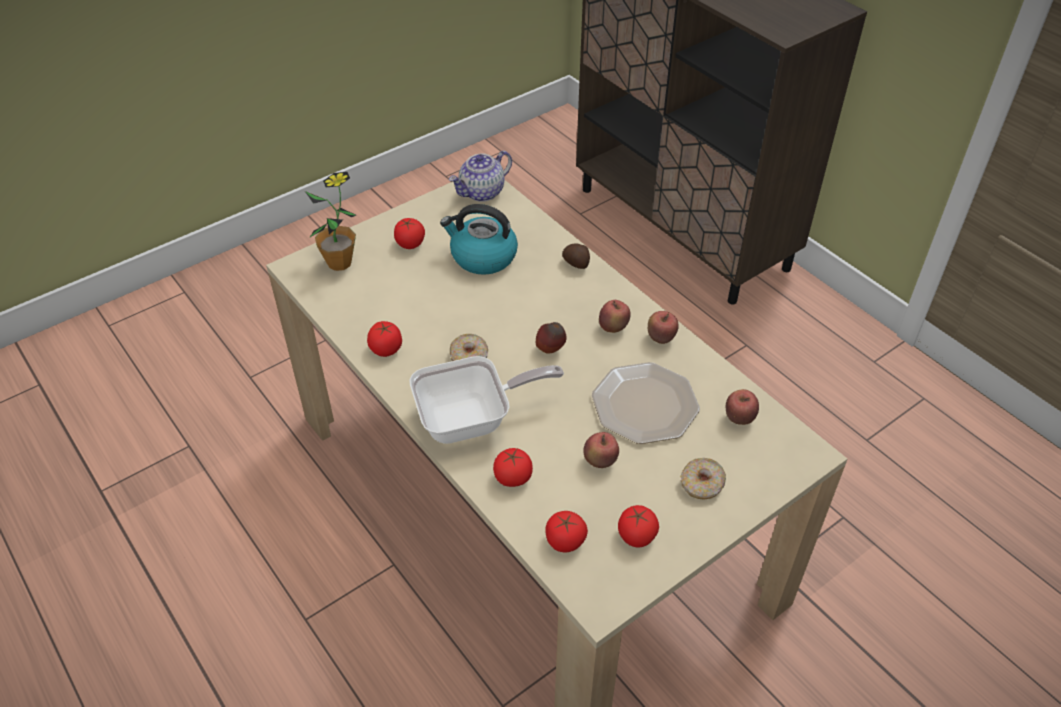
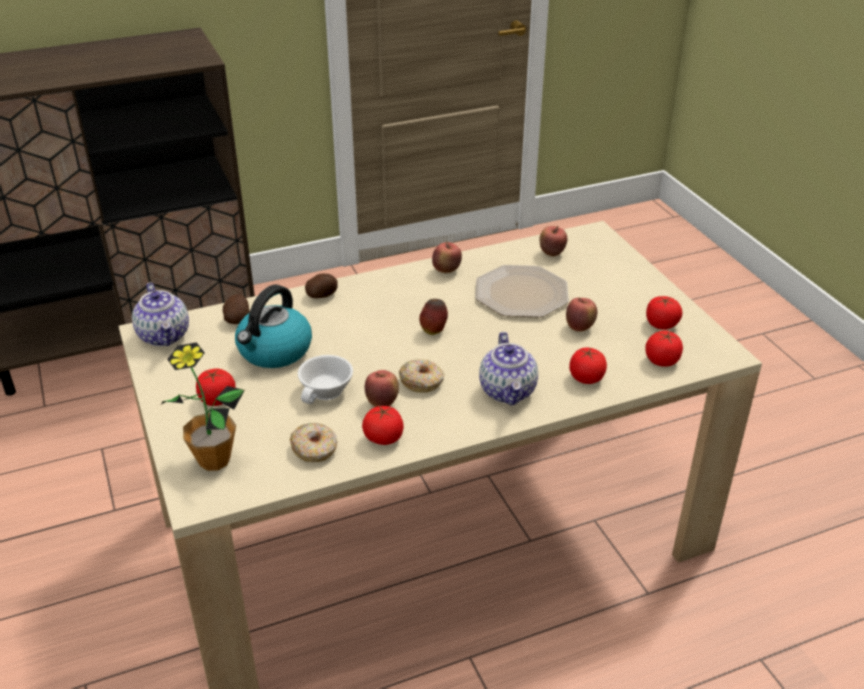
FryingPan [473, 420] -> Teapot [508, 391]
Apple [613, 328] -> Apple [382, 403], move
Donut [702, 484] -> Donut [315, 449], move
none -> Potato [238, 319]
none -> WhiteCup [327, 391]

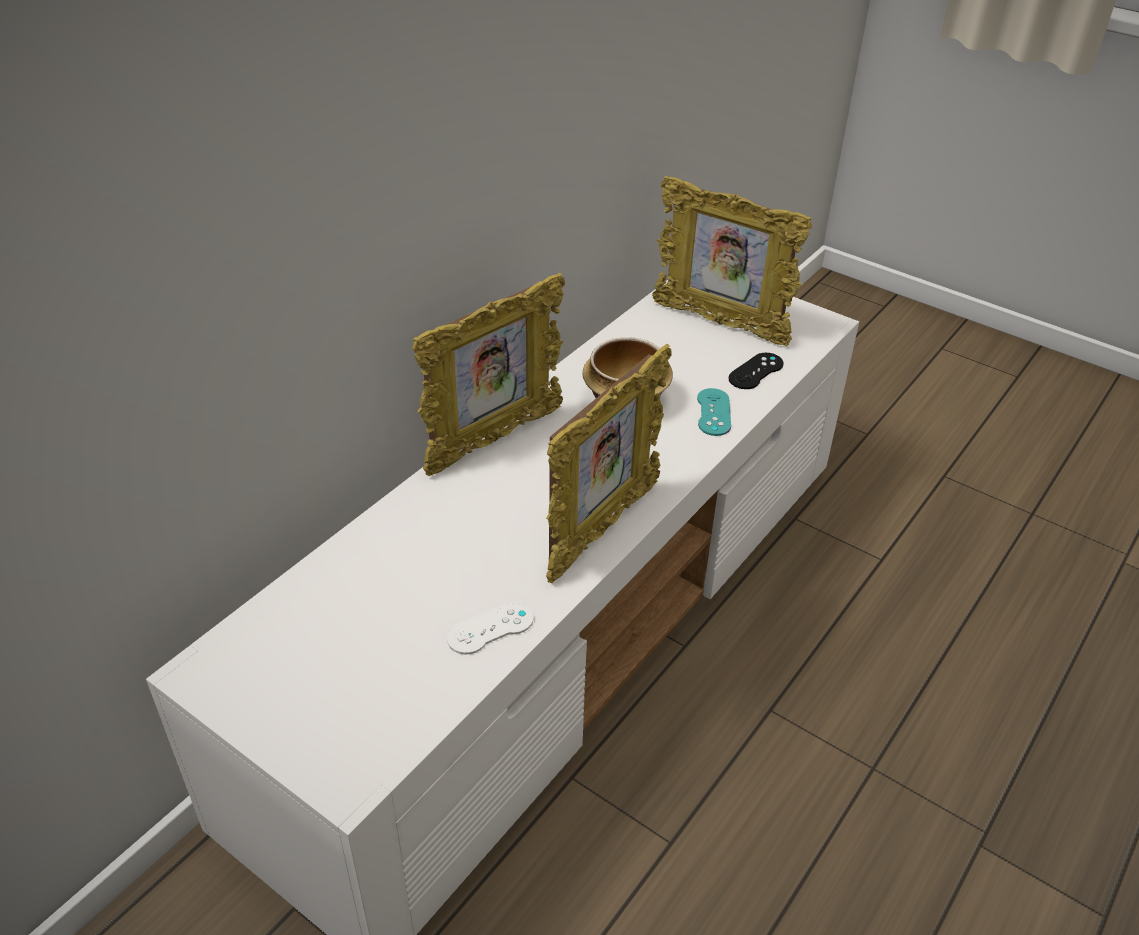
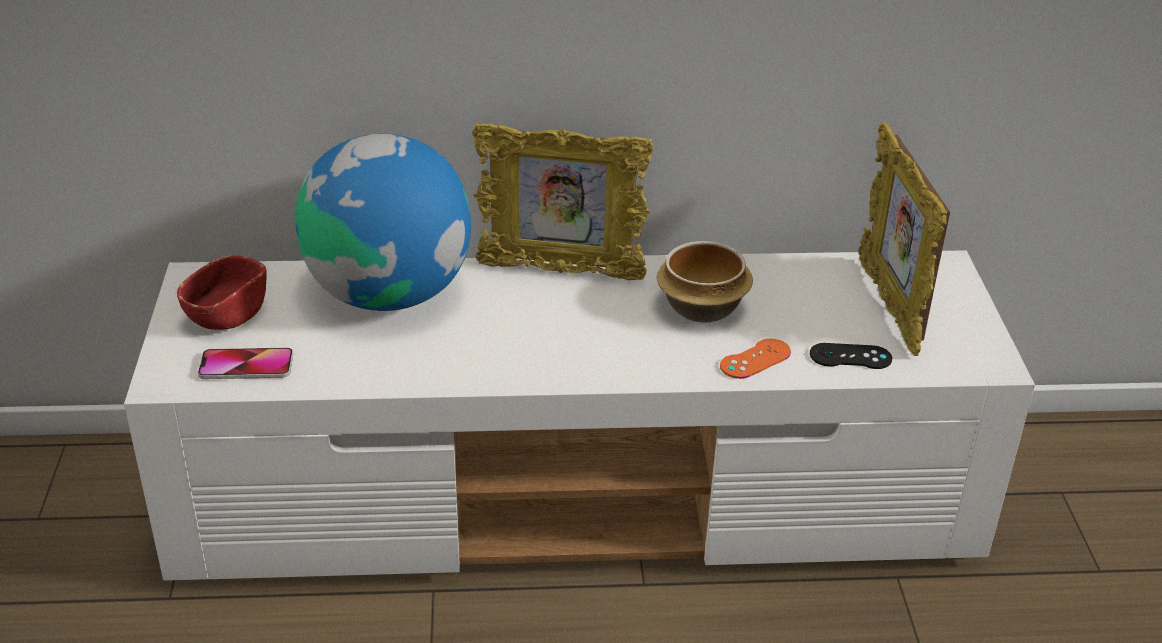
WhiteGameController [490, 628] -> none
PictureFrame [602, 530] -> none
TurquoiseGameController [713, 412] -> OrangeGameController [755, 359]
none -> RedBowl [227, 314]
none -> Phone [246, 366]
none -> Globe [388, 293]

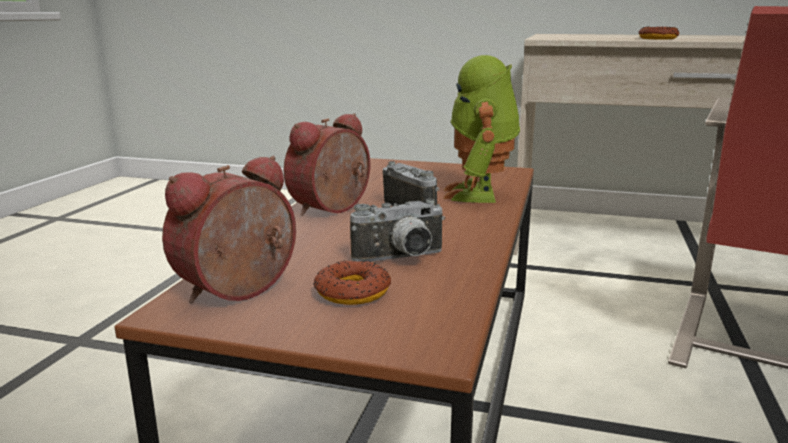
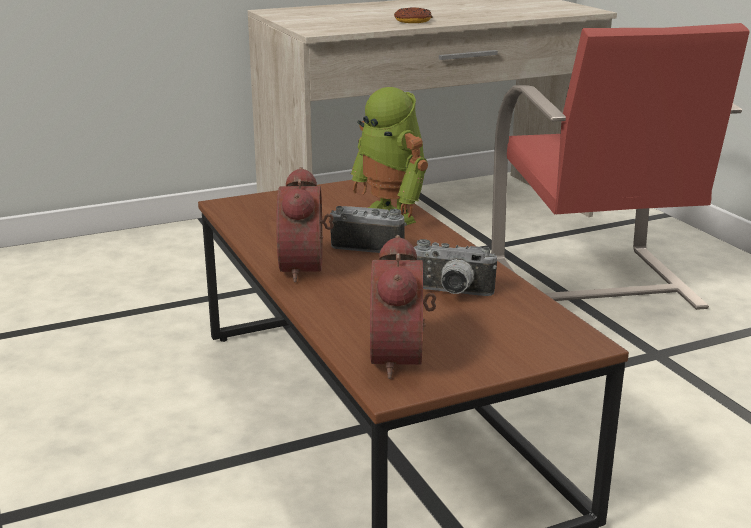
Donut [352, 292] -> none
PhotoCamera [401, 259] -> PhotoCamera [451, 293], 75 degrees clockwise

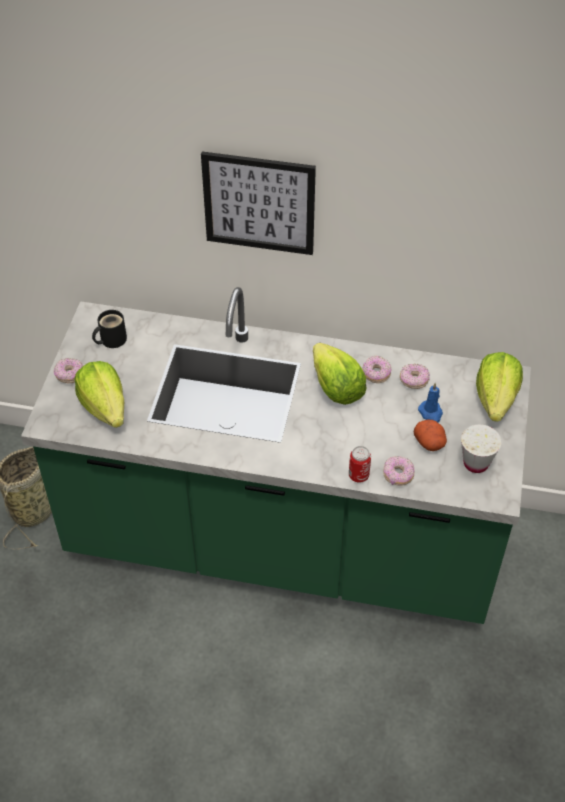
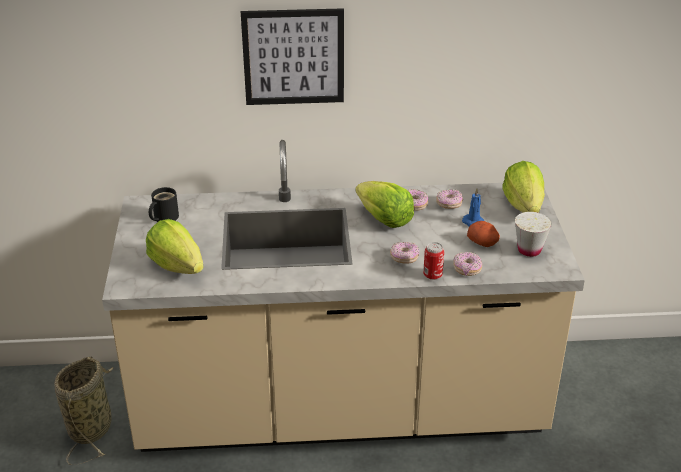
GreenCounter [282, 541] -> BeigeCounter [340, 408]
Donut [70, 375] -> Donut [404, 258], move

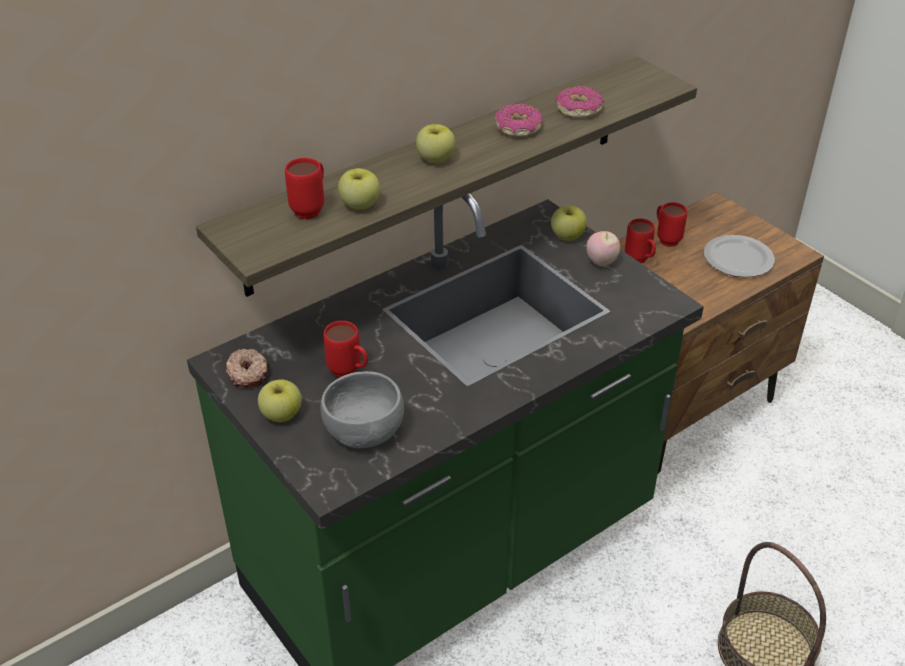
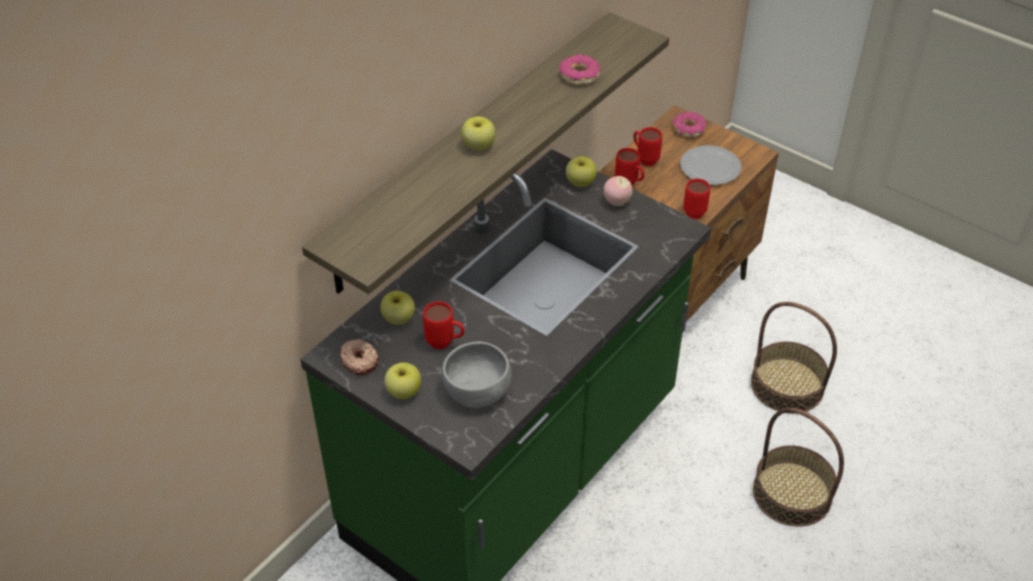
RedMug [311, 208] -> RedMug [695, 210], move
Apple [360, 205] -> Apple [398, 318], move
Donut [517, 128] -> Donut [688, 129], move
none -> Basket [787, 385]

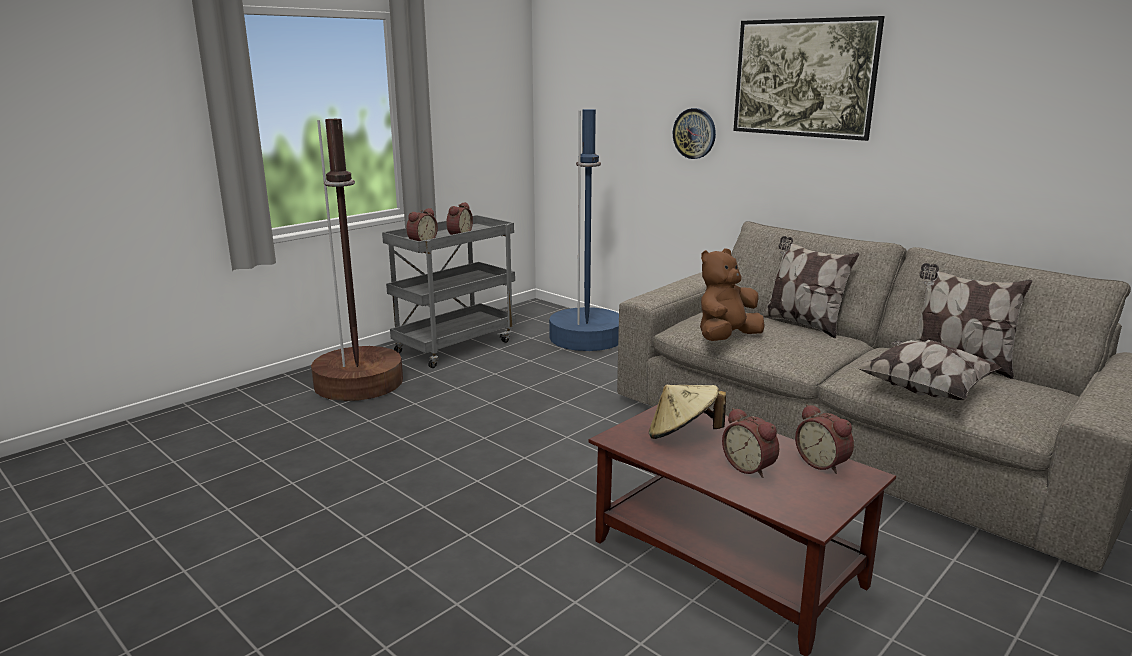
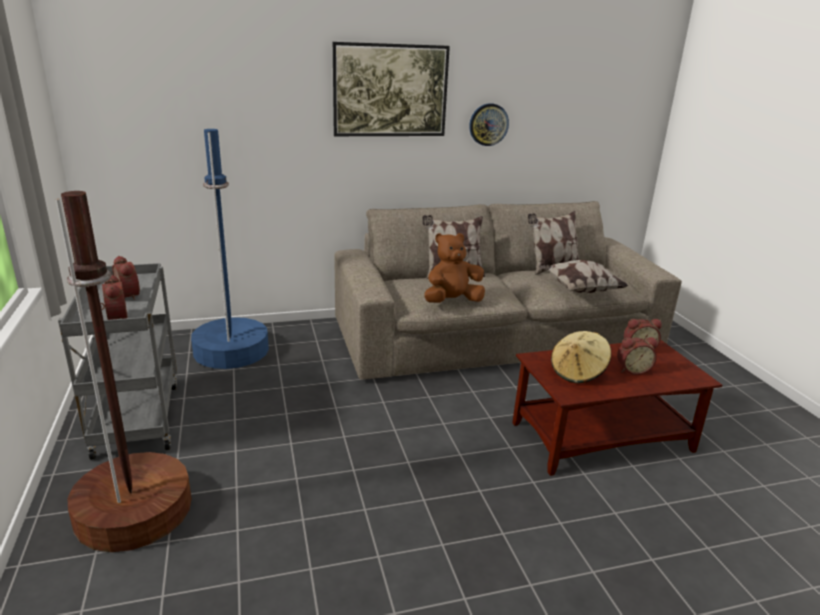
WallClock [694, 133] -> WallClock [488, 124], move
BrownPlushToy [726, 338] -> BrownPlushToy [452, 301], 75 degrees clockwise

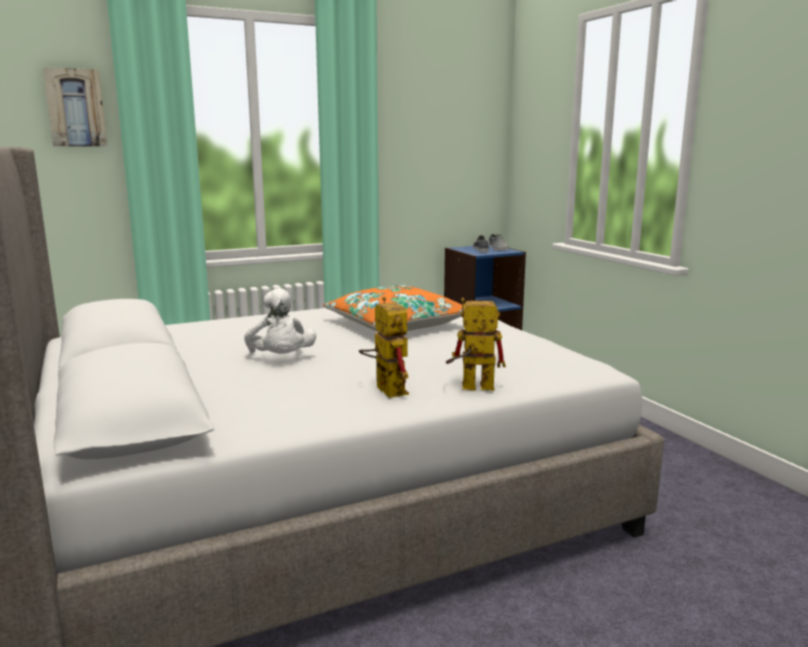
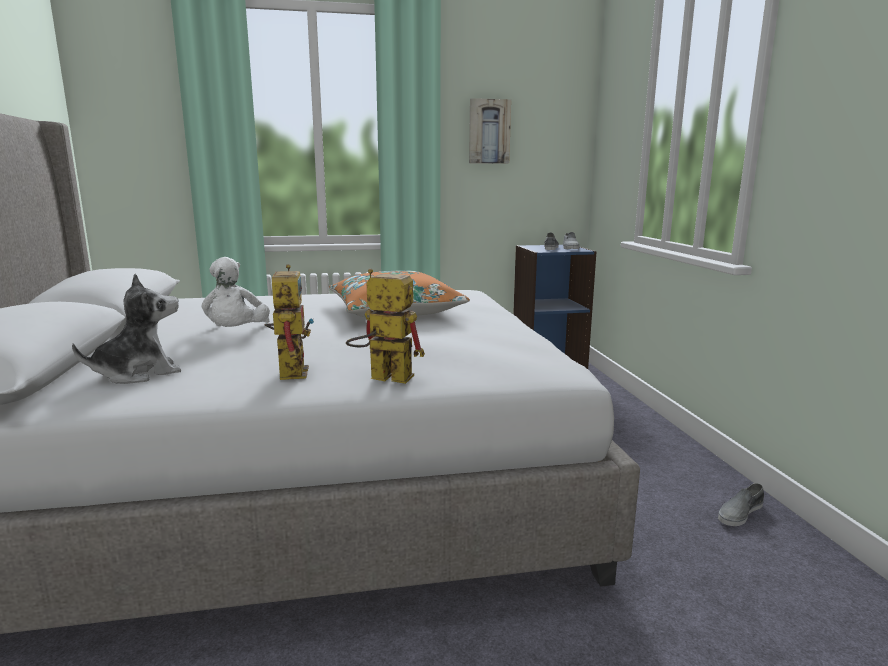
Picture [75, 108] -> Picture [489, 132], move
none -> PlushToy [138, 374]
none -> GreyShoe [739, 513]

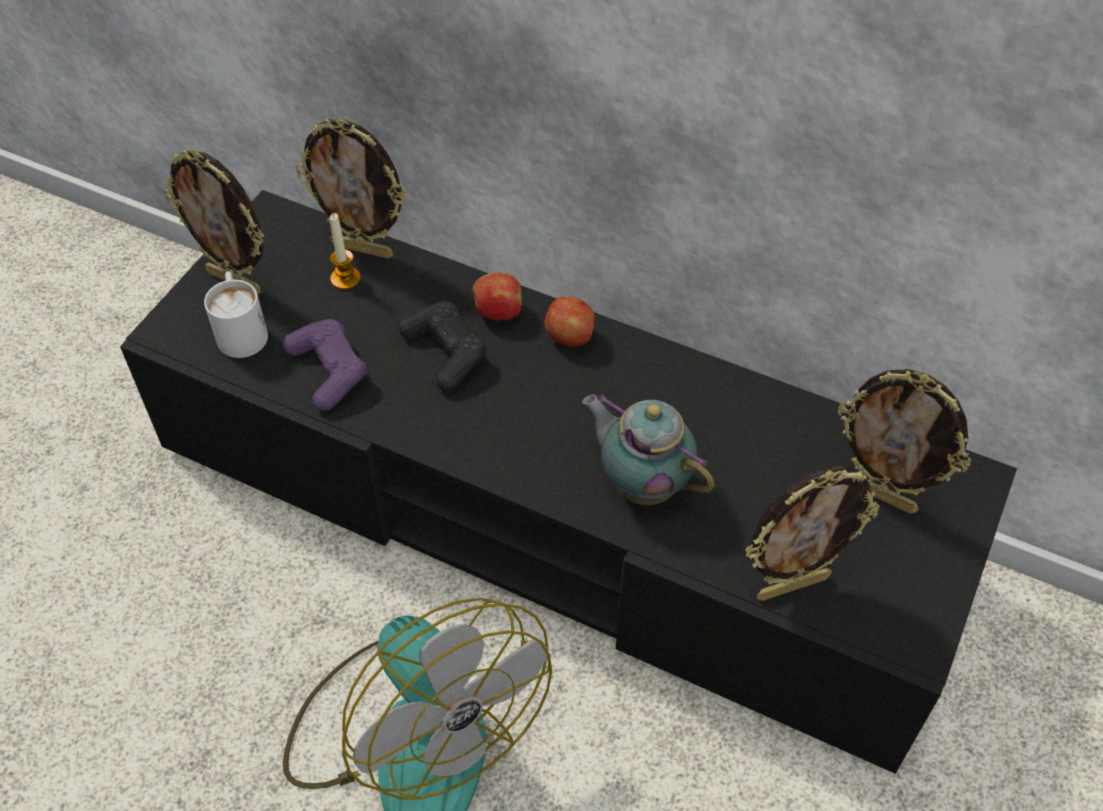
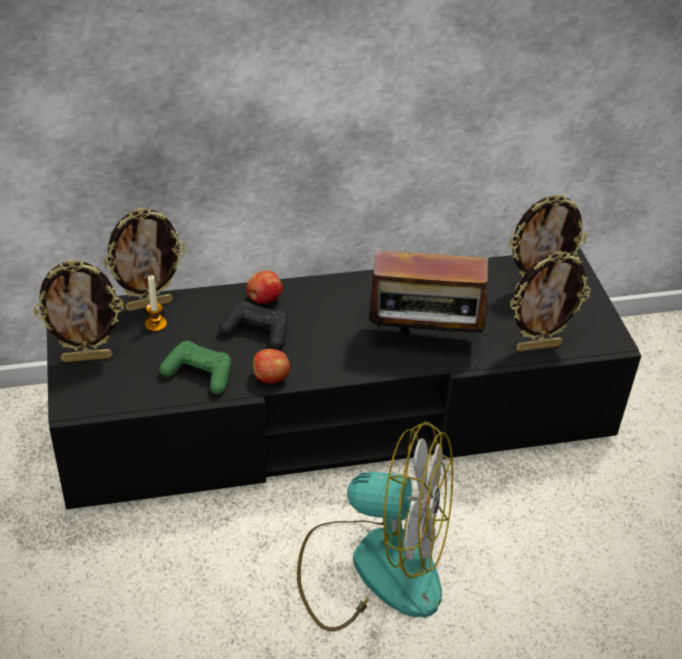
WhiteMug [241, 330] -> none
PurpleGameController [328, 371] -> GreenGameController [199, 374]
Apple [570, 337] -> Apple [271, 378], move
Teapot [642, 483] -> Radio [425, 340]
PictureFrame [792, 585] -> PictureFrame [538, 346], 45 degrees clockwise

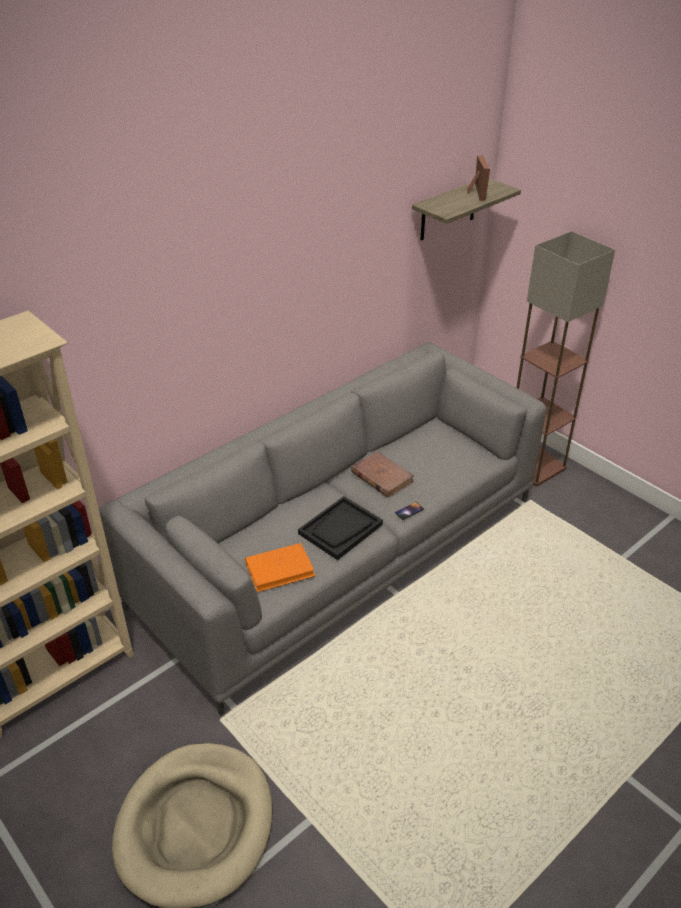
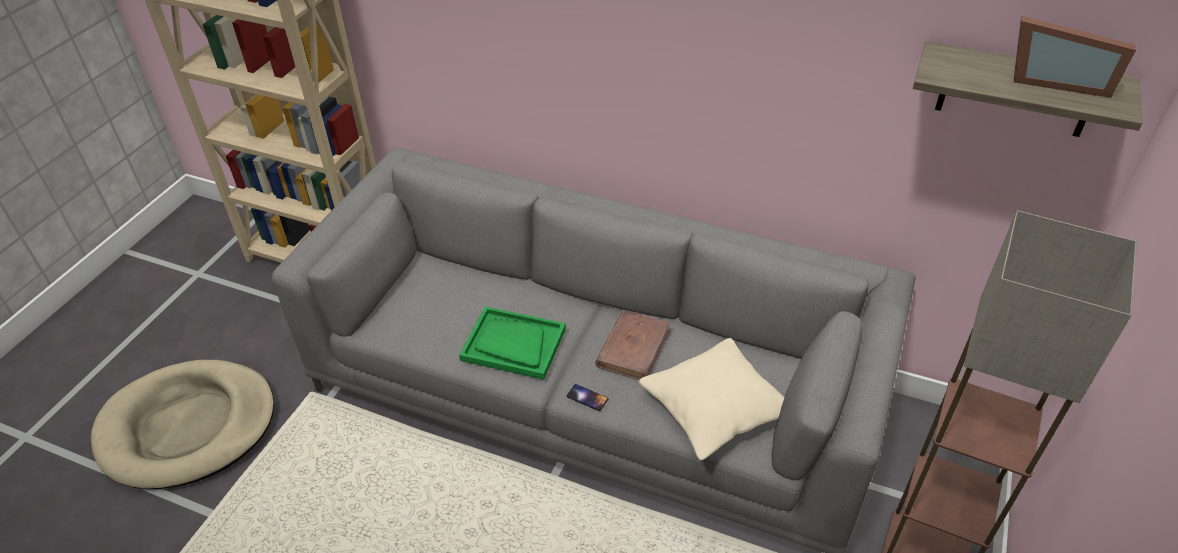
OrangeBook [280, 570] -> none
BlackTray [340, 529] -> GreenTray [513, 344]
PictureFrame [475, 192] -> PictureFrame [1056, 81], 45 degrees clockwise
none -> BeigePillow [714, 408]

